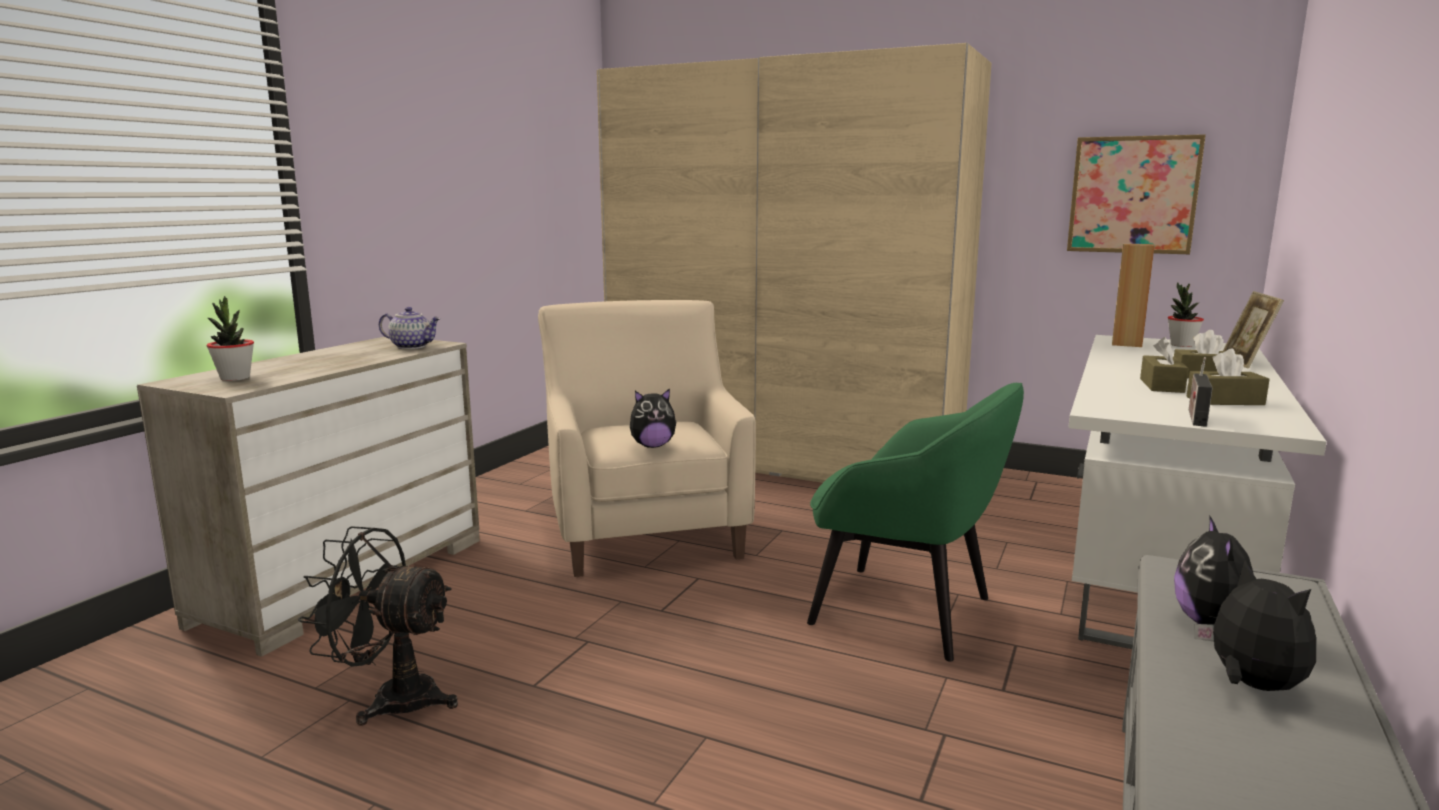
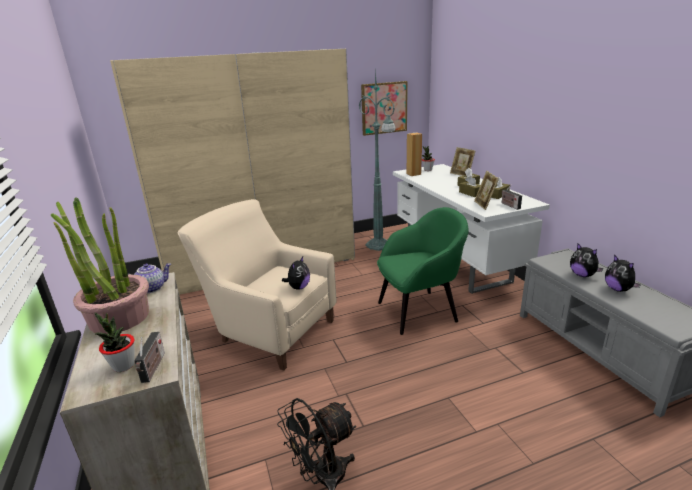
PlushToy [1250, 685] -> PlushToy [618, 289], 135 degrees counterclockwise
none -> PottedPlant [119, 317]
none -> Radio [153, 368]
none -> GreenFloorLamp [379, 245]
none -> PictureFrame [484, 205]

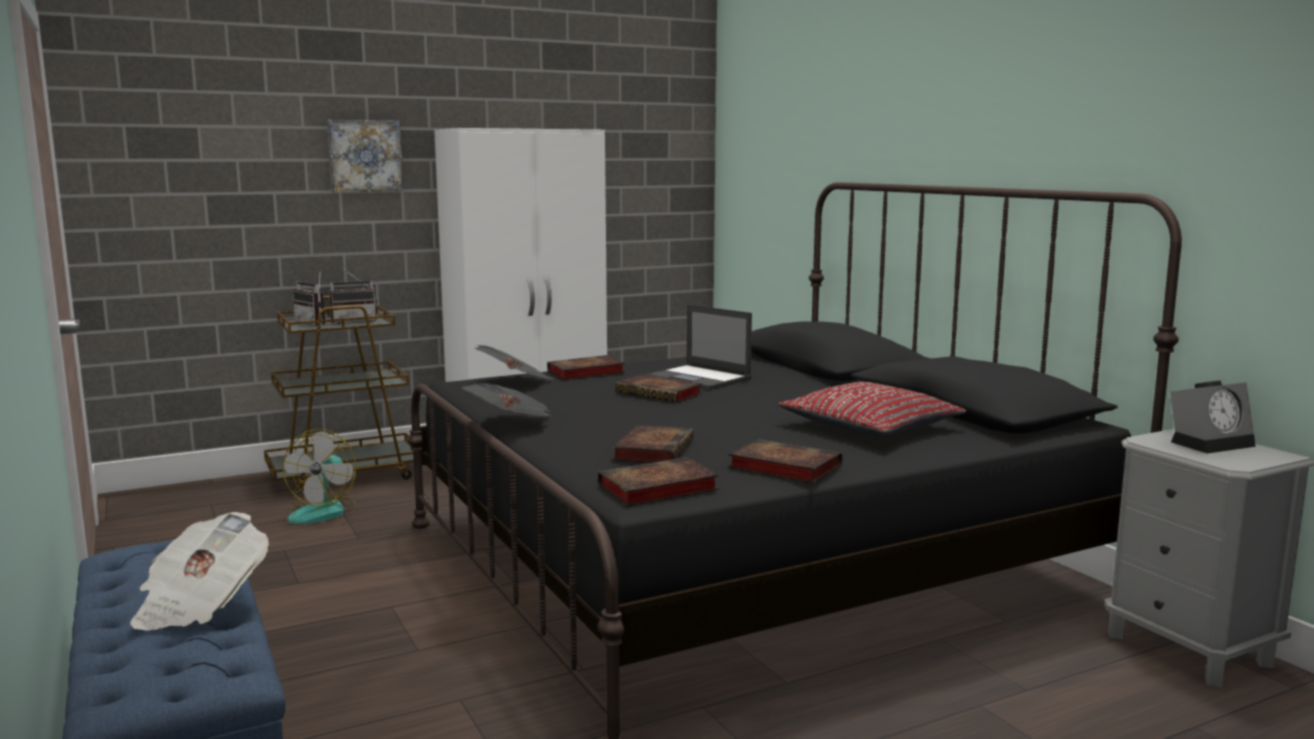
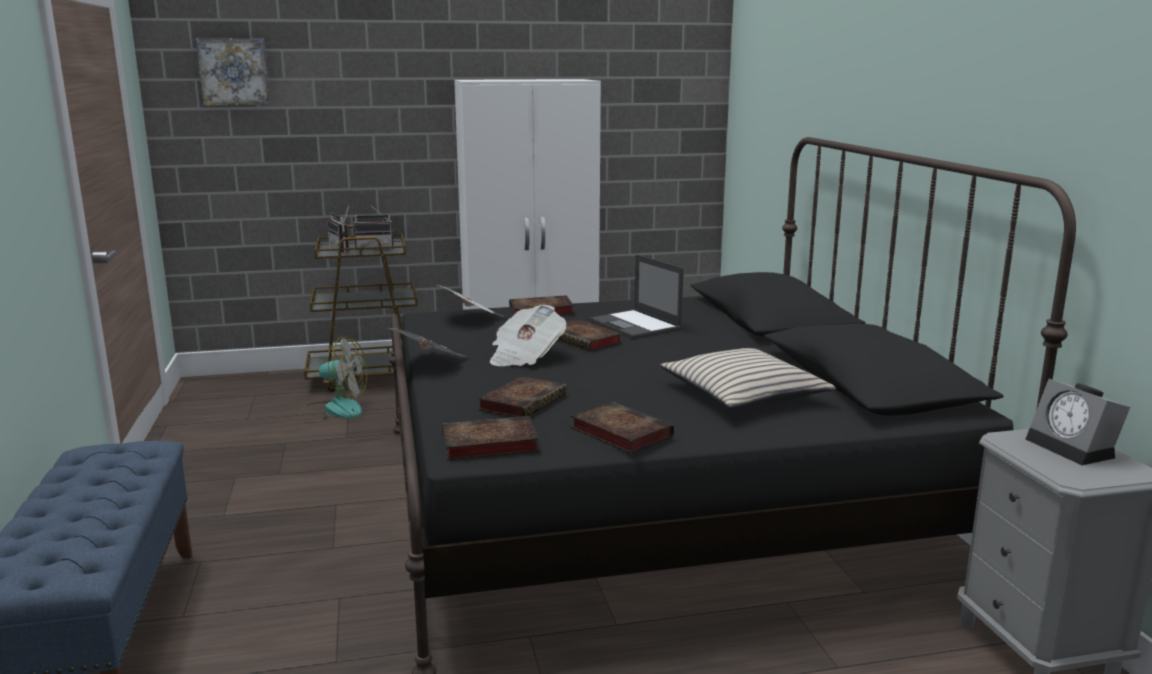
Newspaper [200, 604] -> Newspaper [525, 357], move
Fan [323, 511] -> Fan [334, 410], 105 degrees counterclockwise
Picture [364, 156] -> Picture [234, 72], move
RedPillow [870, 427] -> BeigePillow [743, 394]
AlarmClock [1211, 443] -> AlarmClock [1074, 448], 75 degrees clockwise

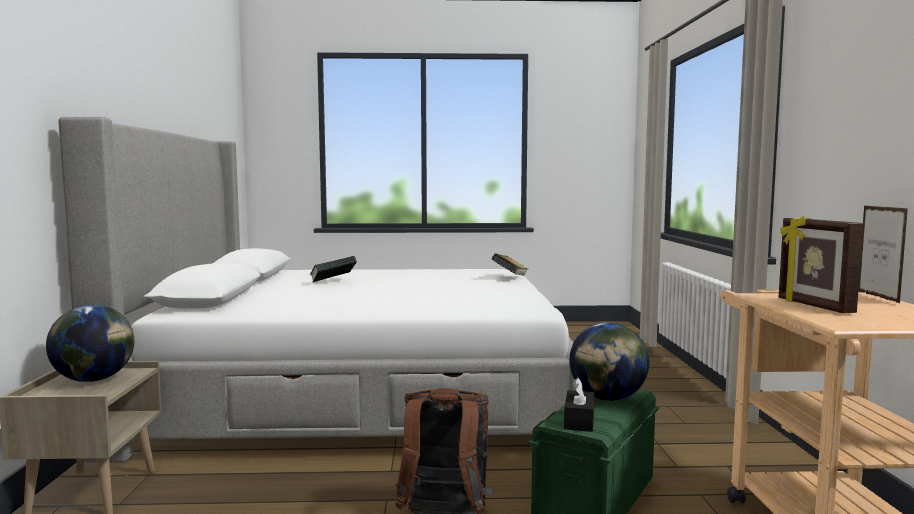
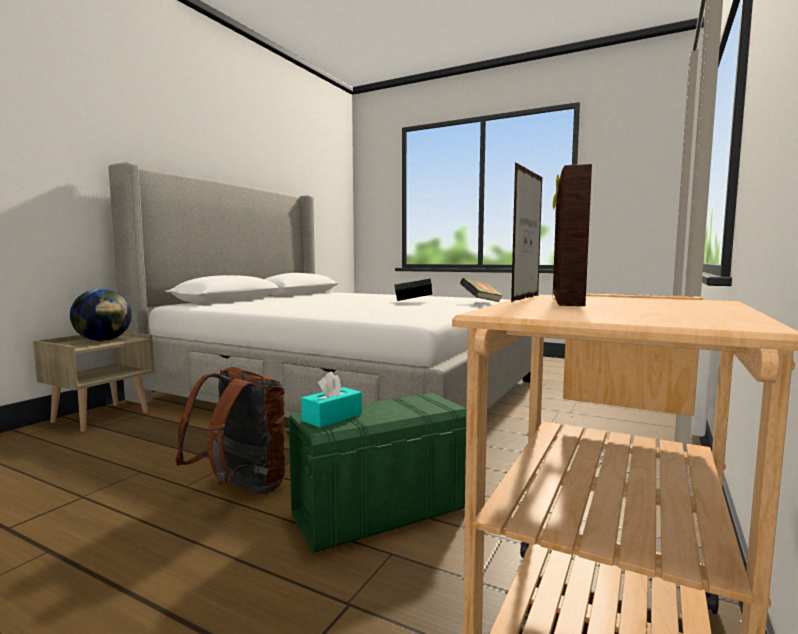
Book [333, 282] -> Book [413, 302], move
BlackTissueBox [579, 421] -> TurquoiseTissueBox [332, 417]
Globe [607, 398] -> none
PictureFrame [877, 297] -> PictureFrame [525, 298], move

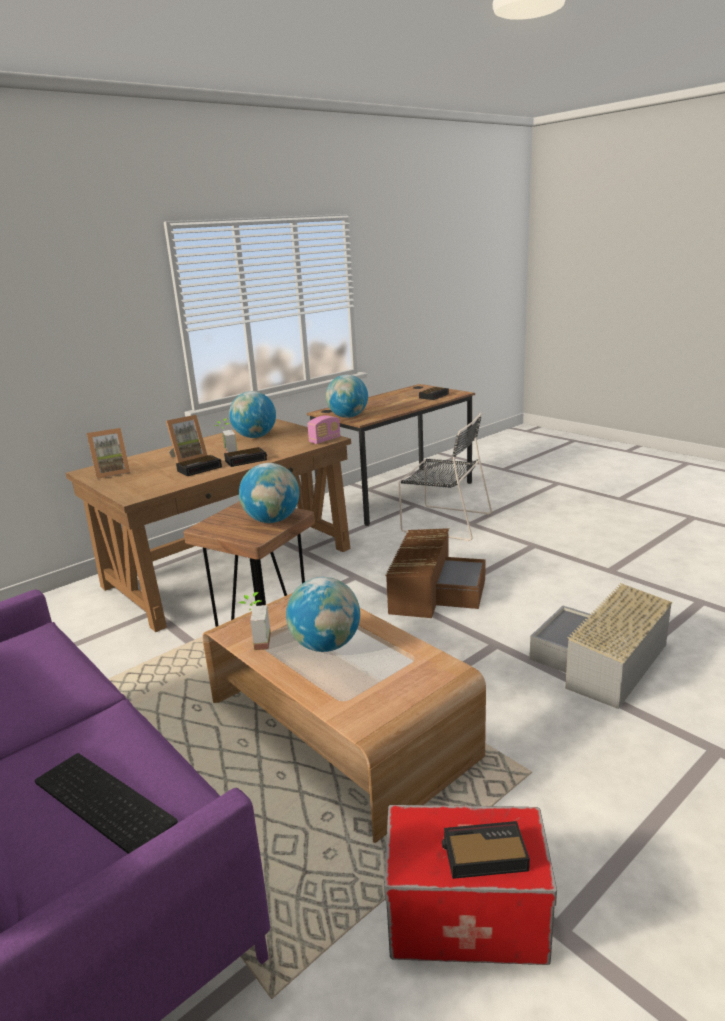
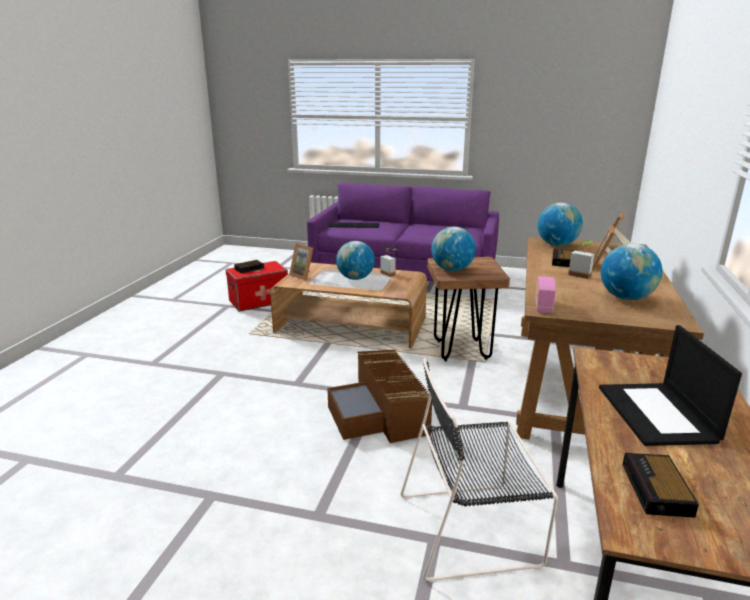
AlarmClock [246, 460] -> none
Globe [348, 417] -> Globe [557, 245], move
GreyStorageBox [600, 661] -> none
none -> PictureFrame [304, 276]
none -> Laptop [658, 414]

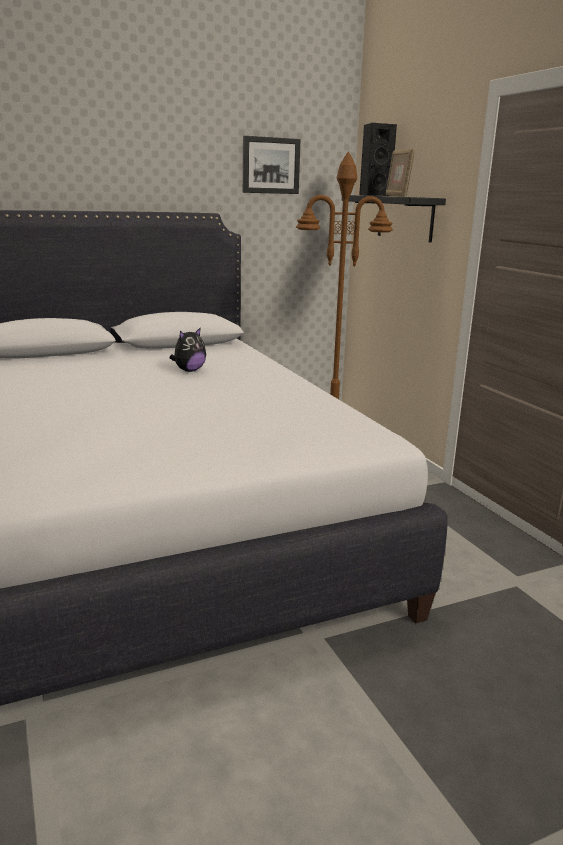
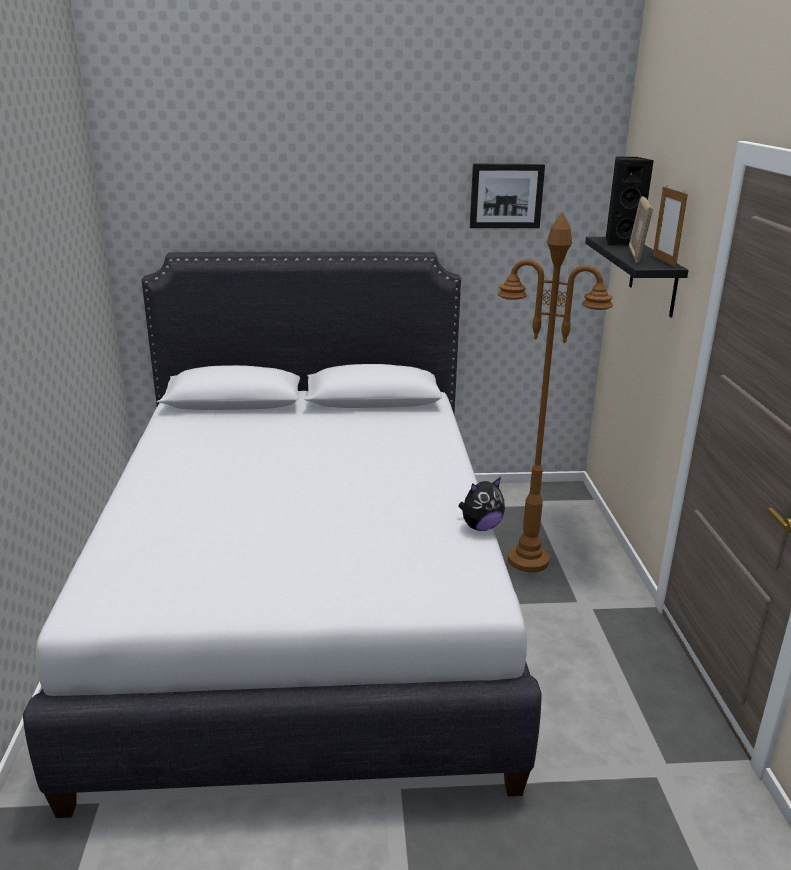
PlushToy [189, 370] -> PlushToy [480, 527], move
none -> PictureFrame [664, 261]

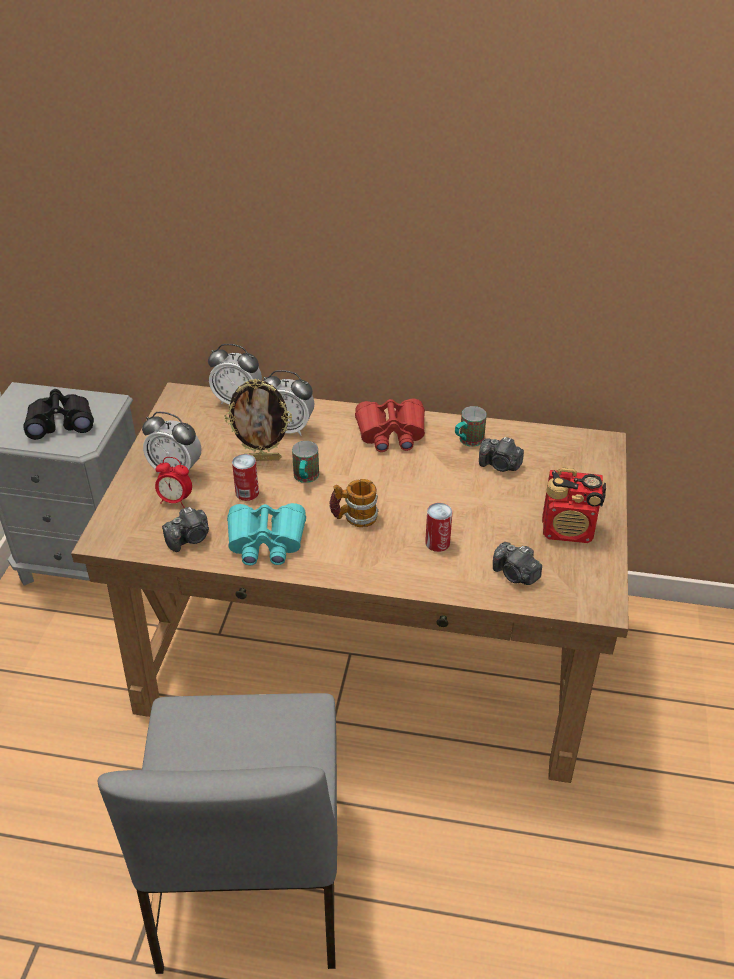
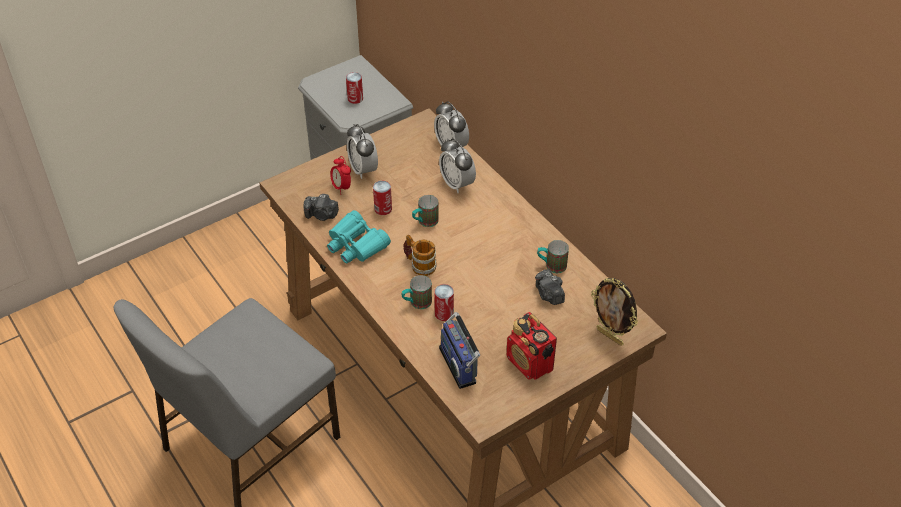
BlackBinoculars [60, 422] -> Can [355, 98]
PictureFrame [262, 458] -> PictureFrame [610, 336], move
RedBinoculars [391, 433] -> none
PhotoCamera [515, 574] -> Radio [460, 364]
none -> Mug [416, 303]

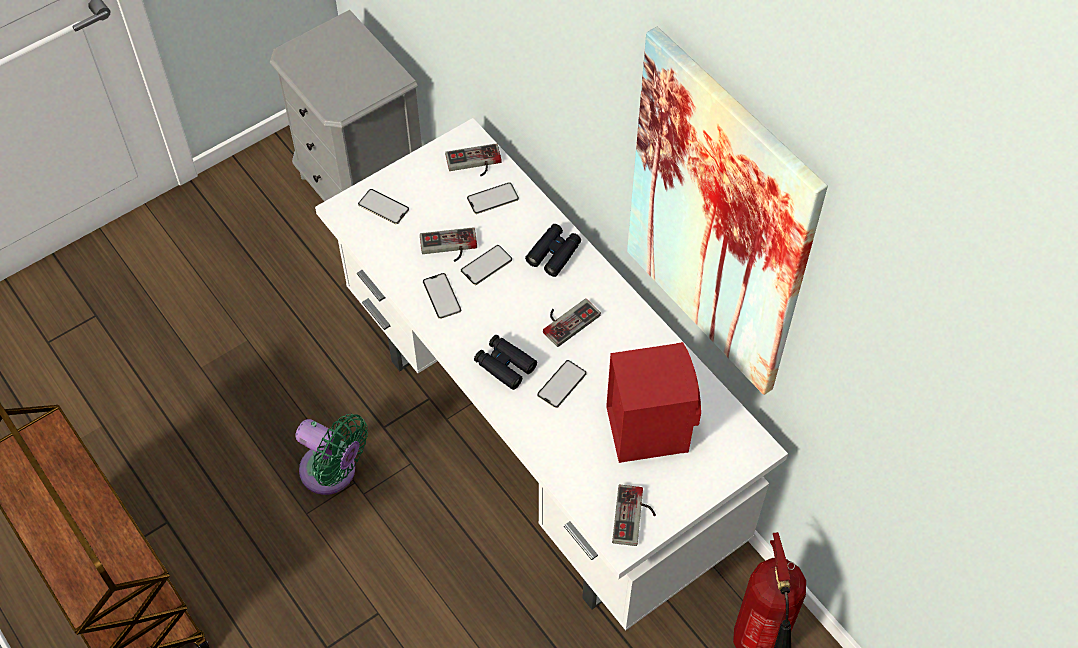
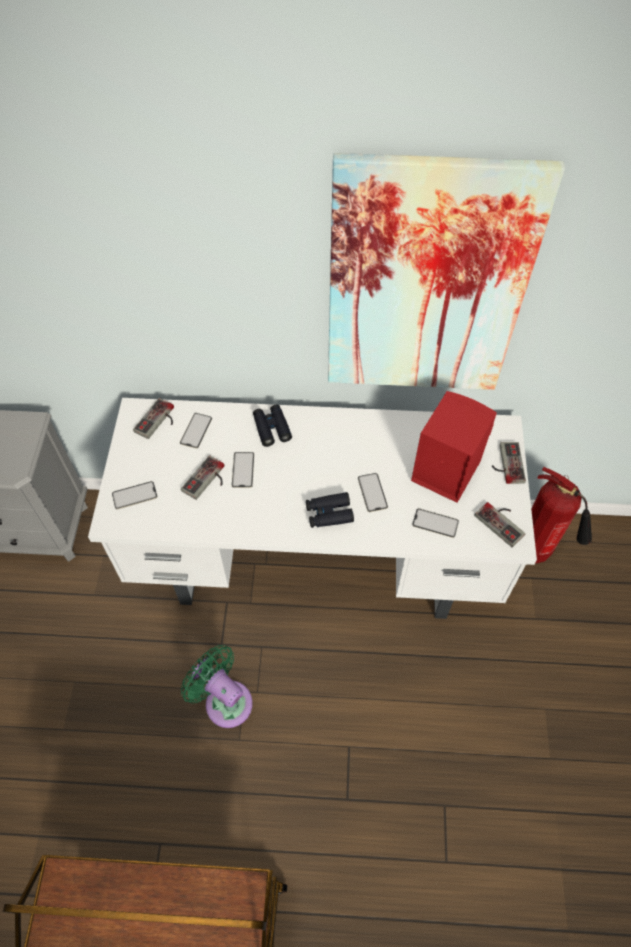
GreenFan [333, 472] -> GreenFan [225, 700], 120 degrees counterclockwise
Phone [441, 296] -> Phone [435, 523], move
GameController [567, 319] -> GameController [506, 463], move

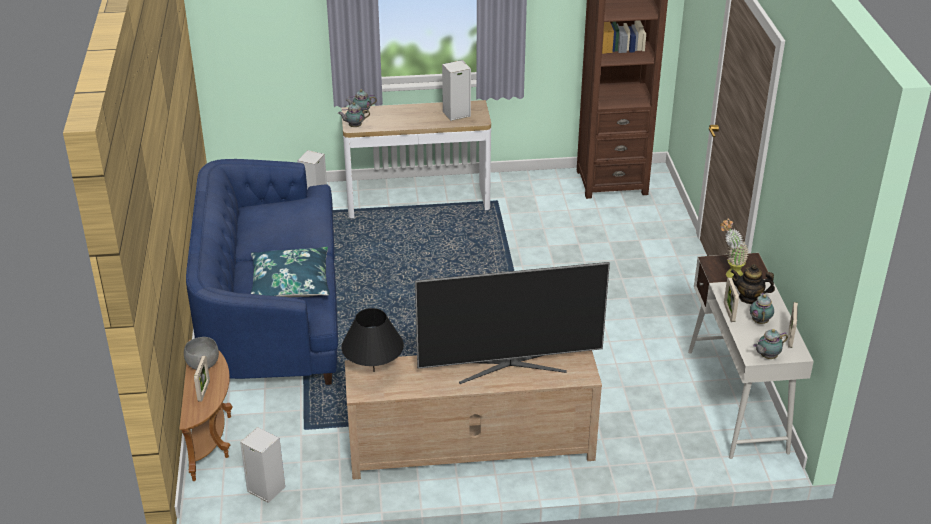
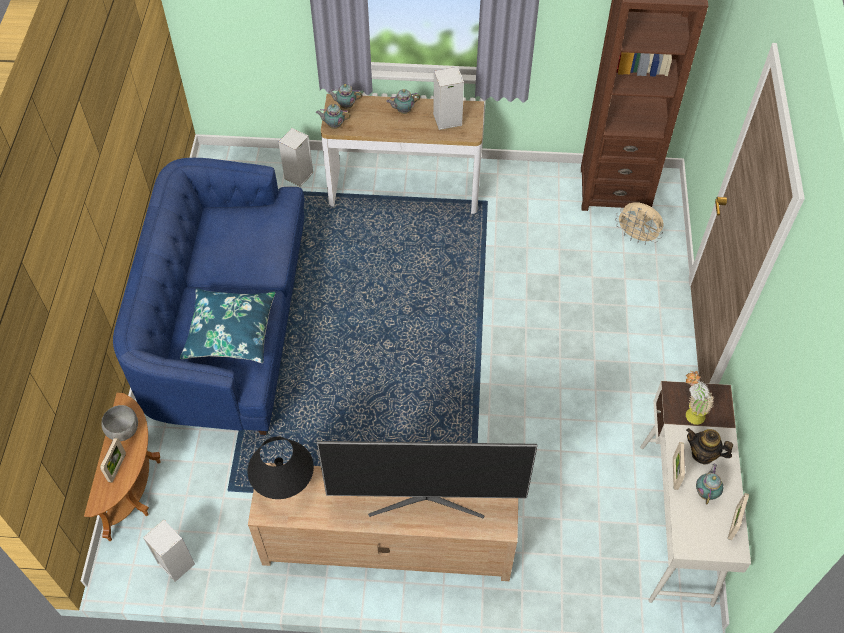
Teapot [767, 357] -> Teapot [403, 111], move
none -> BeigeFan [637, 237]

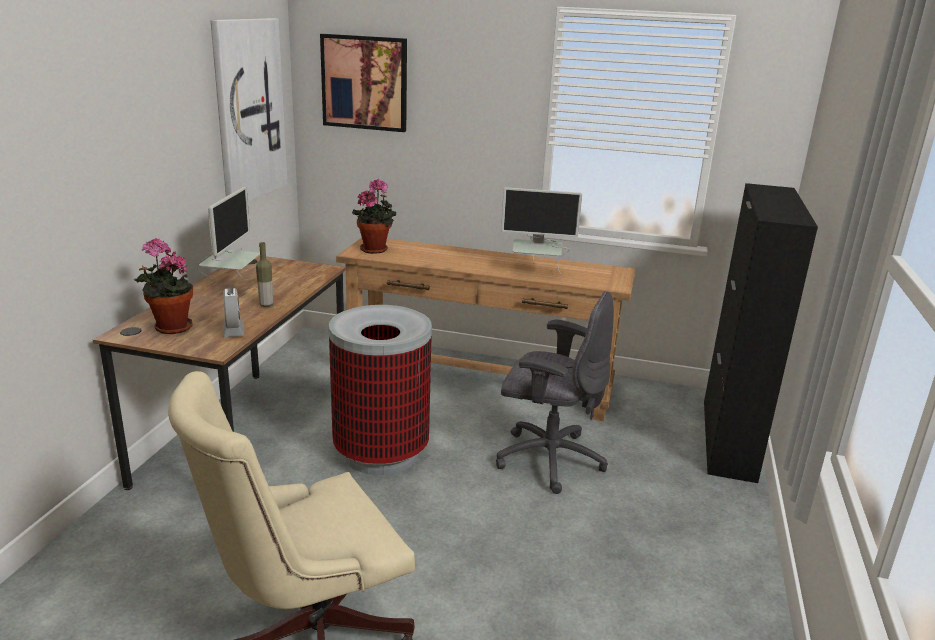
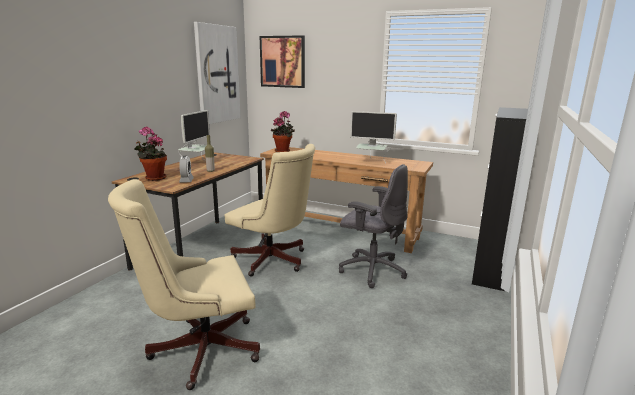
TrashCan [381, 453] -> BeigeOfficeChair [273, 261]

